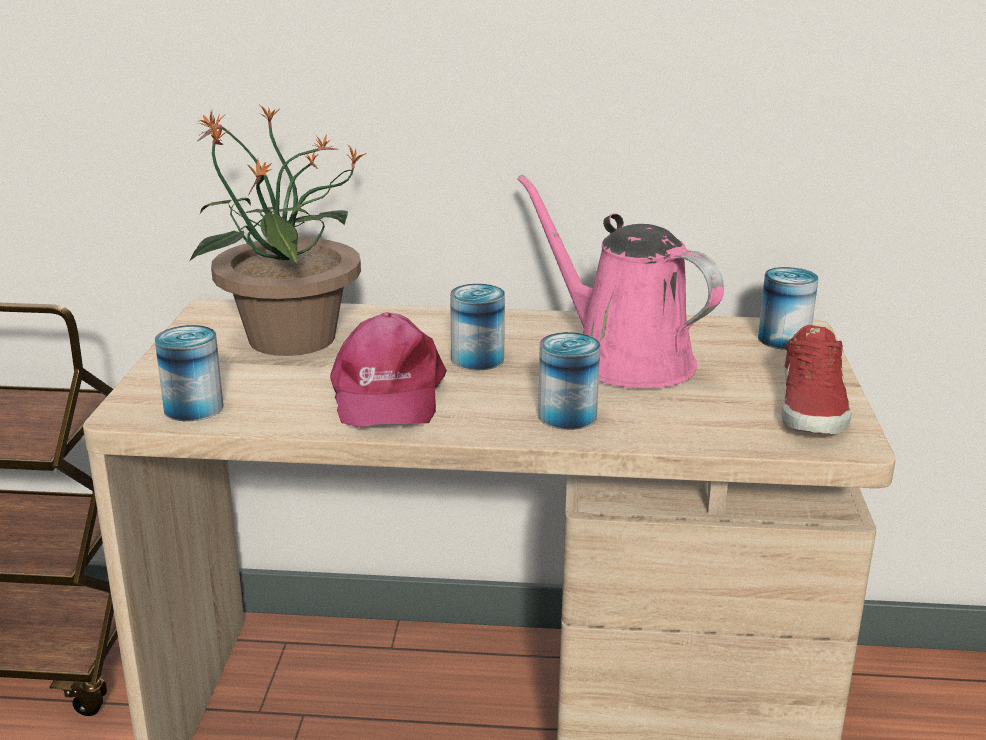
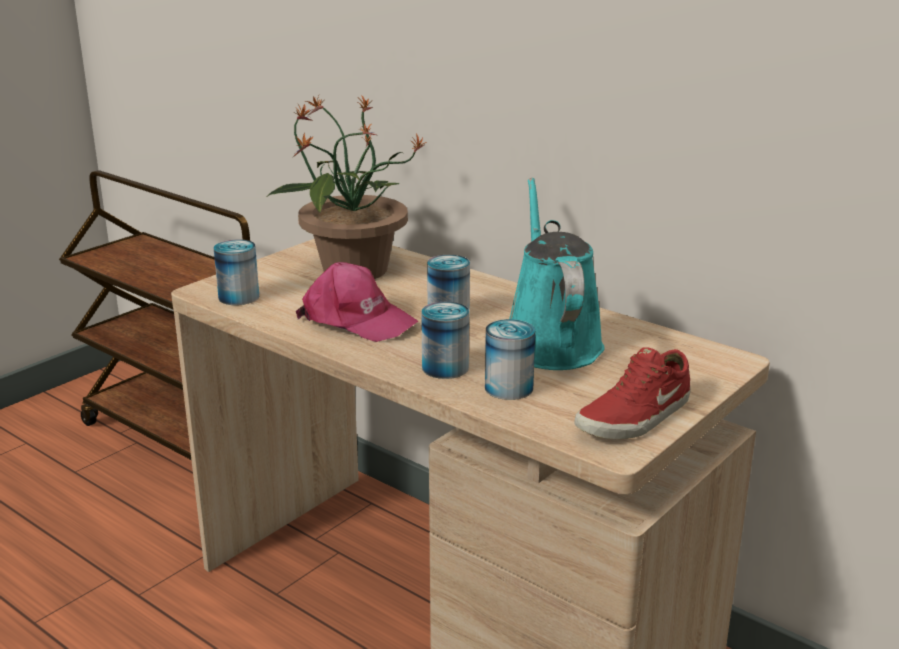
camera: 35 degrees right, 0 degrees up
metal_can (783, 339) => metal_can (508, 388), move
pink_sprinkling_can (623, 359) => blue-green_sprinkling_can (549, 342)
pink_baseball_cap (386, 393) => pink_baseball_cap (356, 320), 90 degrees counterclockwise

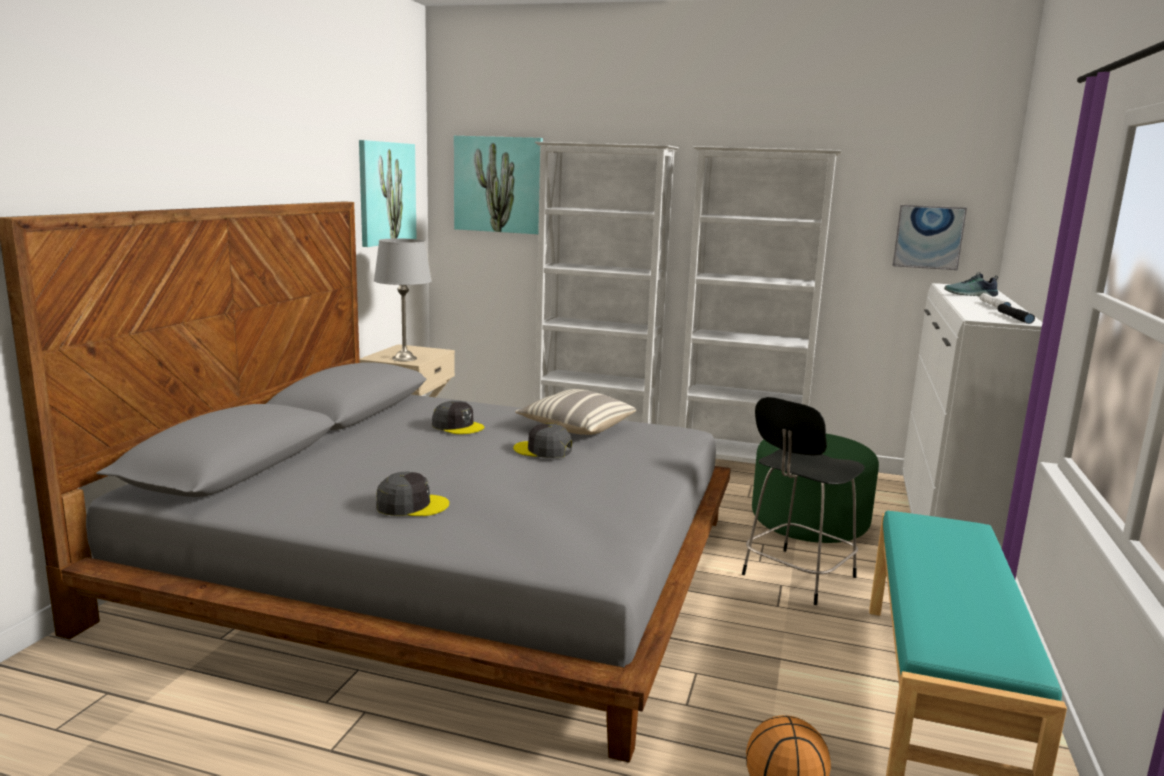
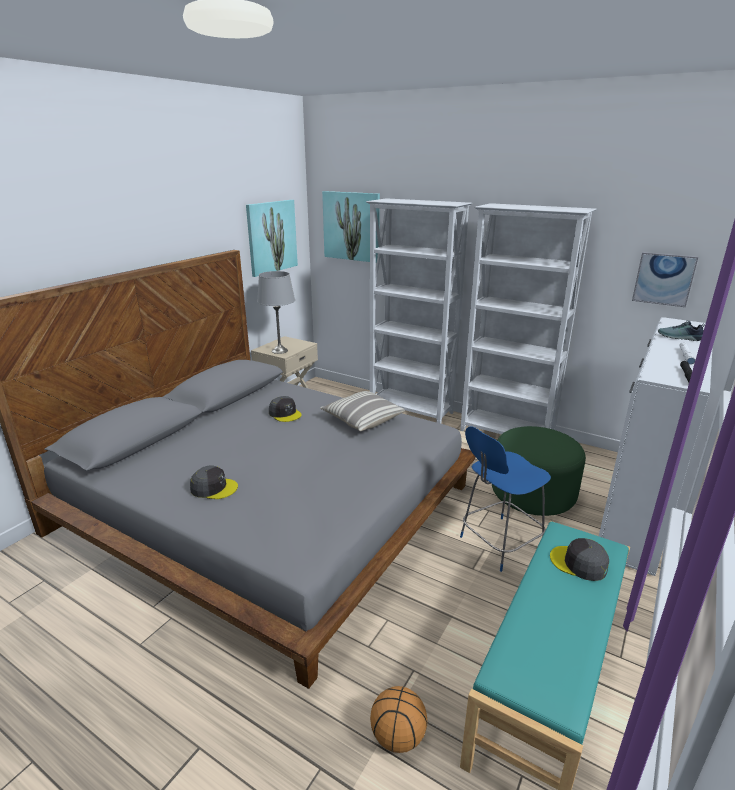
camera: 15 degrees right, 10 degrees up
grey_baseball_cap (543, 450) => grey_baseball_cap (579, 563), move
black-coloured_stool (796, 577) => blue-coloured_stool (498, 544)

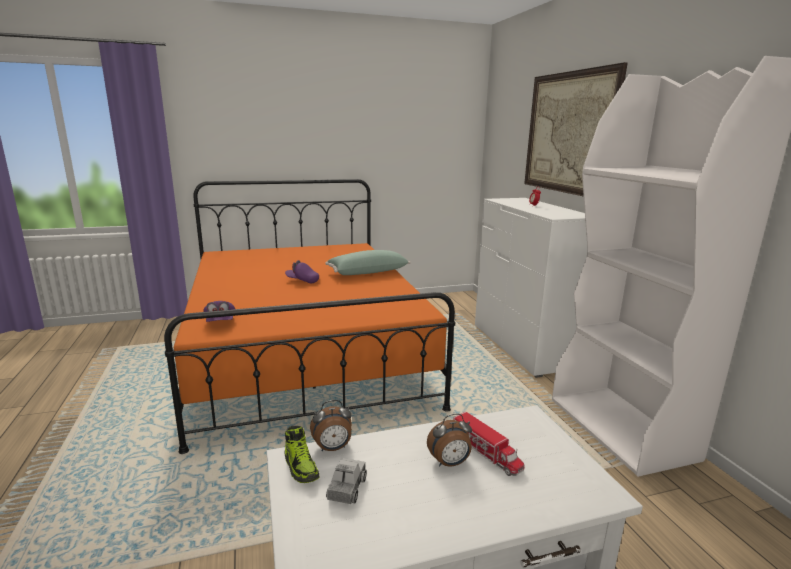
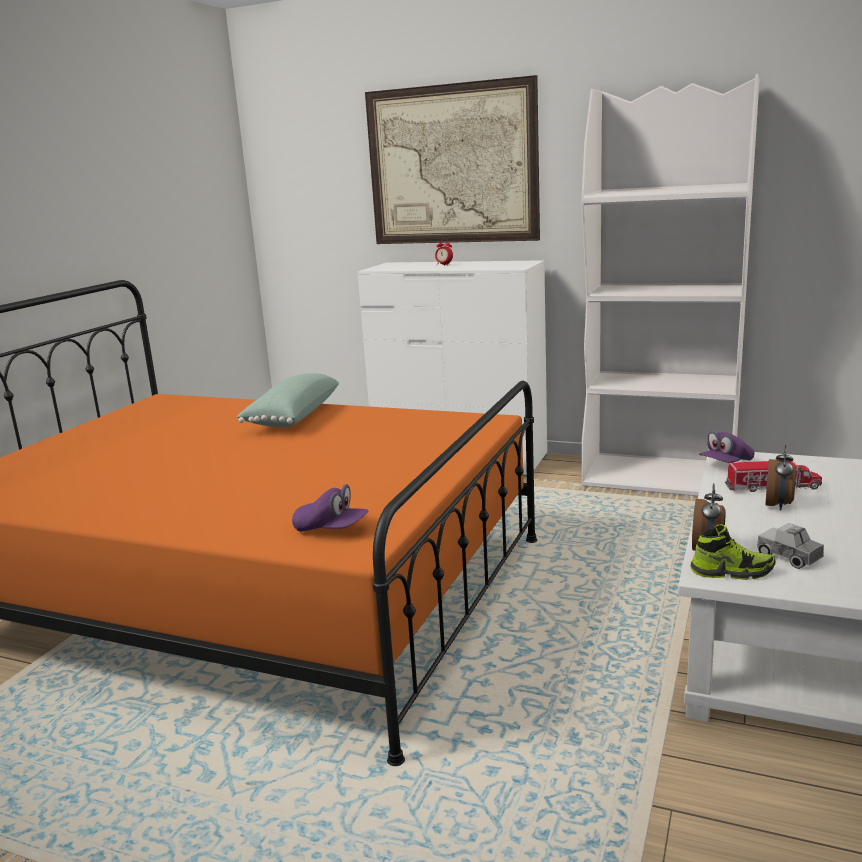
camera: 50 degrees left, 0 degrees up
purplish_baseball_cap (302, 281) => purplish_baseball_cap (726, 464), move

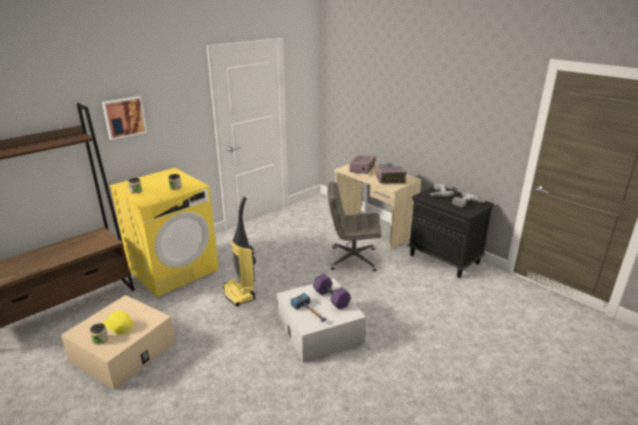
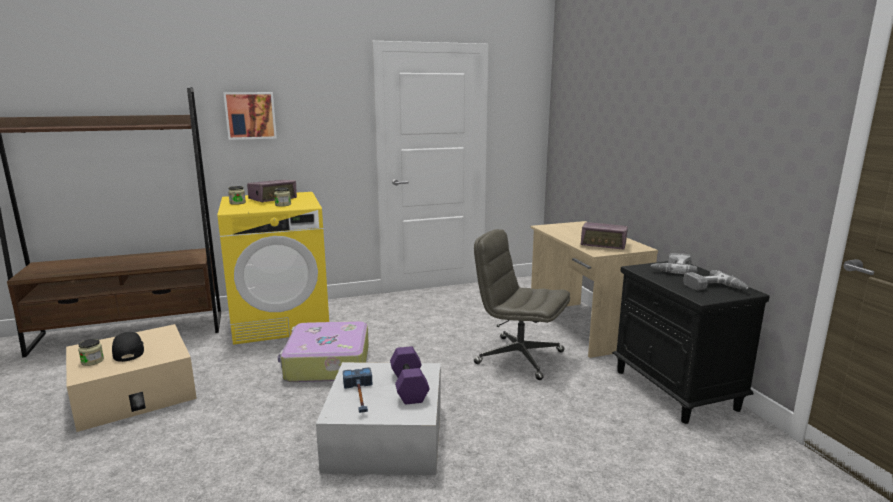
camera: 25 degrees right, 10 degrees down
radio_receiver (362, 170) => radio_receiver (273, 199), move
vacuum_cleaner (240, 293) => piece_of_luggage (327, 364)
yellowish_baseball_cap (118, 325) => black-coloured_baseball_cap (128, 351)

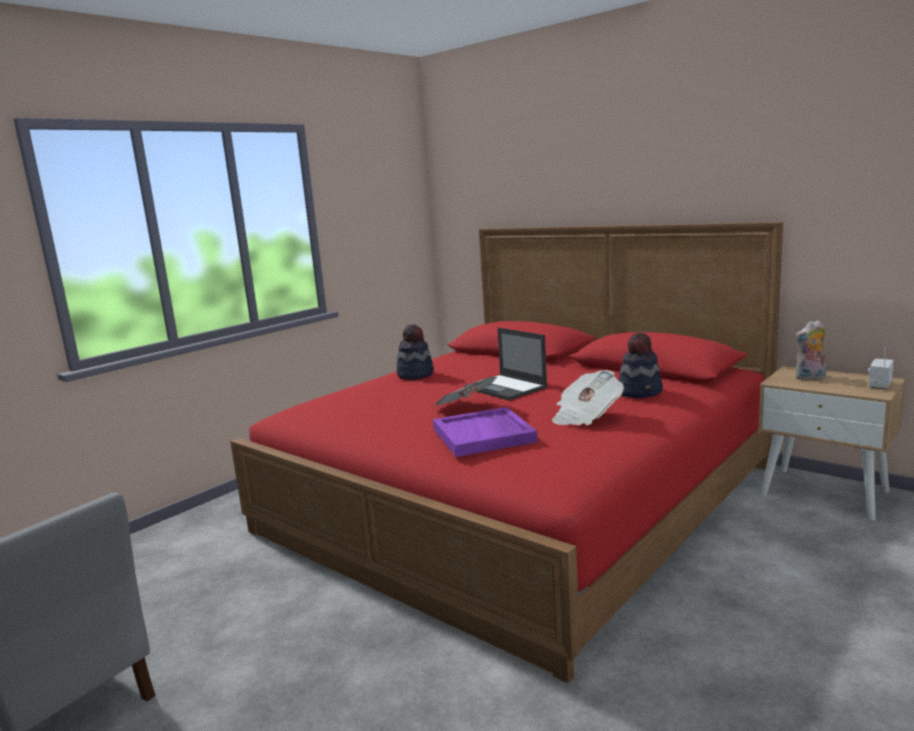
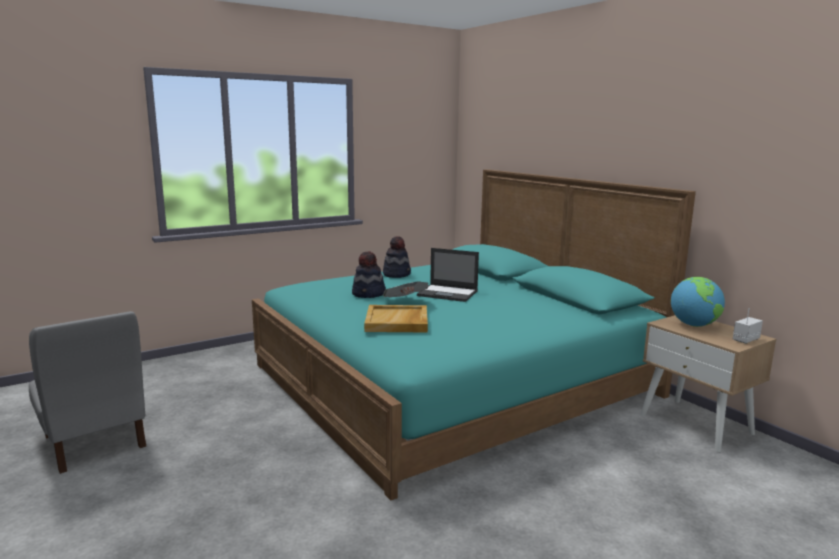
camera: 15 degrees right, 0 degrees up
printed_paper (585, 417) => nothing
wearable_hat (640, 392) => wearable_hat (369, 294), move
cuddly_toy (810, 378) => desk_globe (694, 325)
red_sleeping_bed (519, 497) => blue-green_sleeping_bed (452, 379)
purplish_serving_tray (484, 435) => beige_serving_tray (397, 322)
notebook_computer (506, 388) => notebook_computer (448, 293), 45 degrees counterclockwise

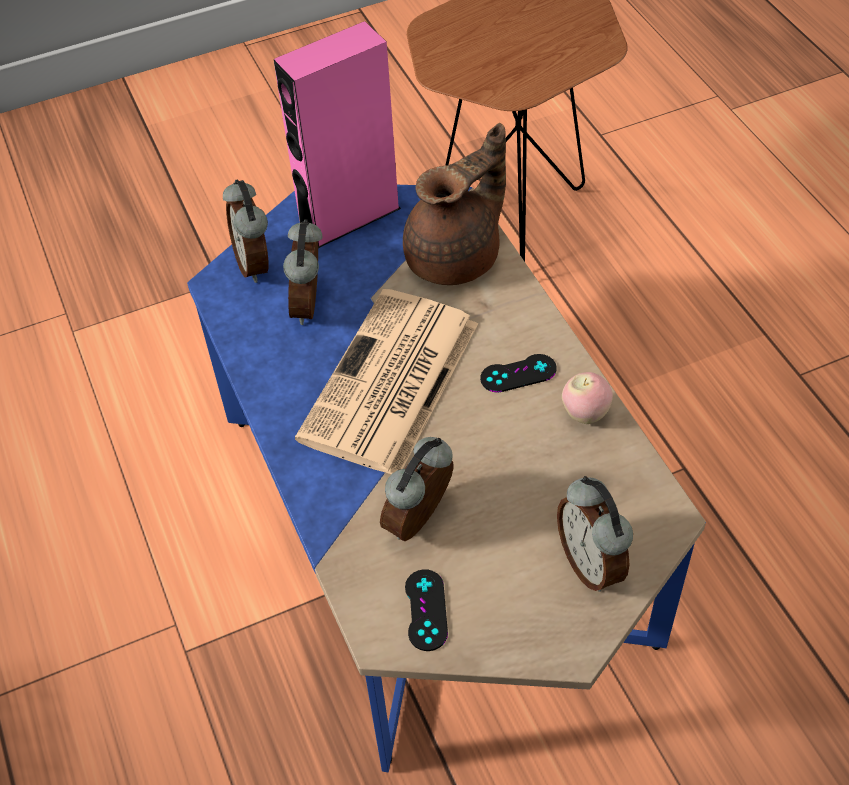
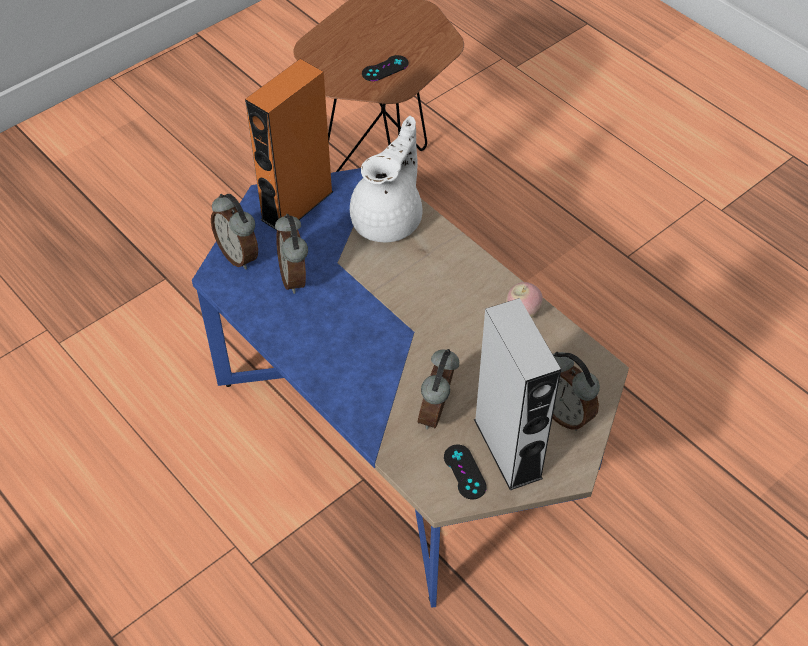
camera: 20 degrees left, 0 degrees up
printed_paper (390, 384) => nothing
nothing => grey_audio_speaker (507, 448)
black-coloured_gamepad (518, 373) => black-coloured_gamepad (385, 68), move
pink_audio_speaker (349, 217) => orange-coloured_audio_speaker (297, 205)
brownish_pot_for_tea (457, 257) => white-coloured_pot_for_tea (389, 219)

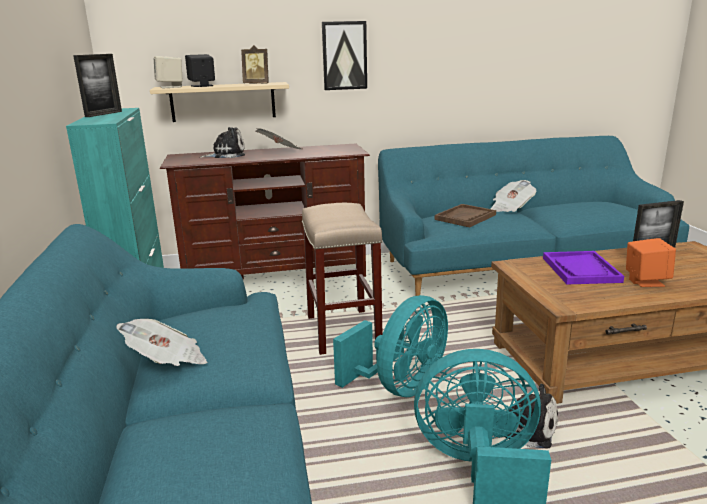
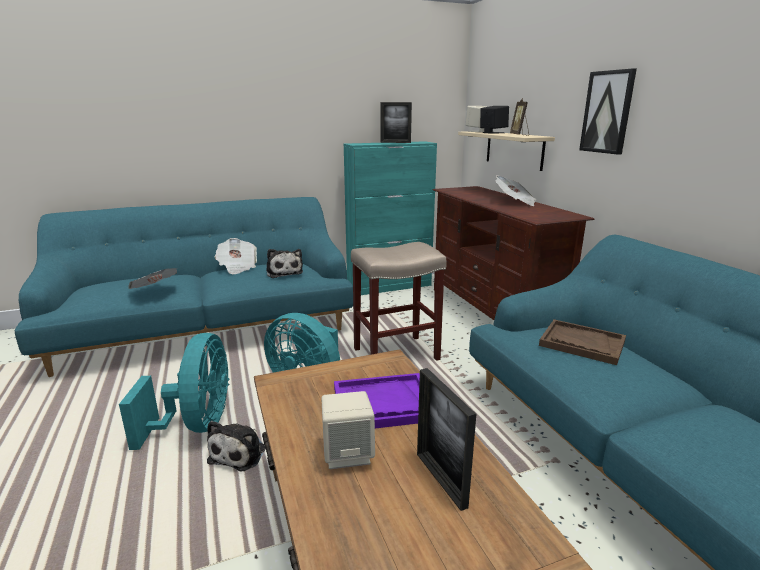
camera: 80 degrees right, 0 degrees up
cuddly_toy (226, 155) => cuddly_toy (284, 272), move
printed_paper (510, 208) => printed_paper (155, 291), move
orange-coloured_audio_speaker (645, 281) => beige_audio_speaker (348, 454)

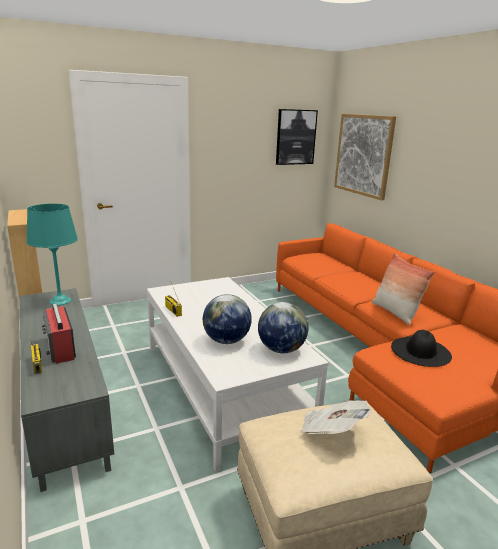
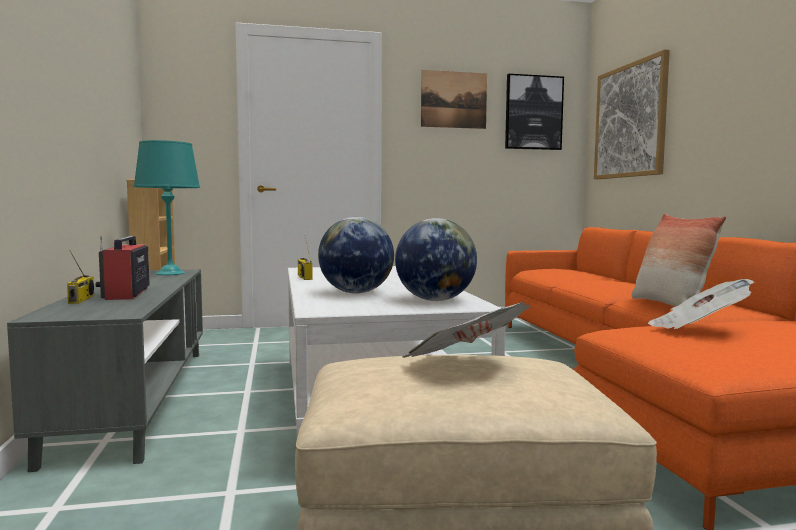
camera: 15 degrees right, 15 degrees down
nothing => wall_picture (453, 100)
black-coloured_wearable_hat (420, 351) => printed_paper (697, 328)

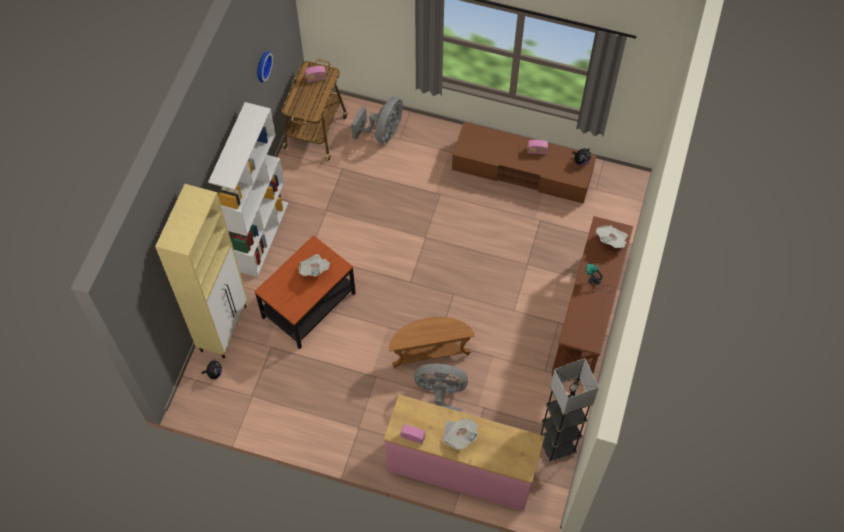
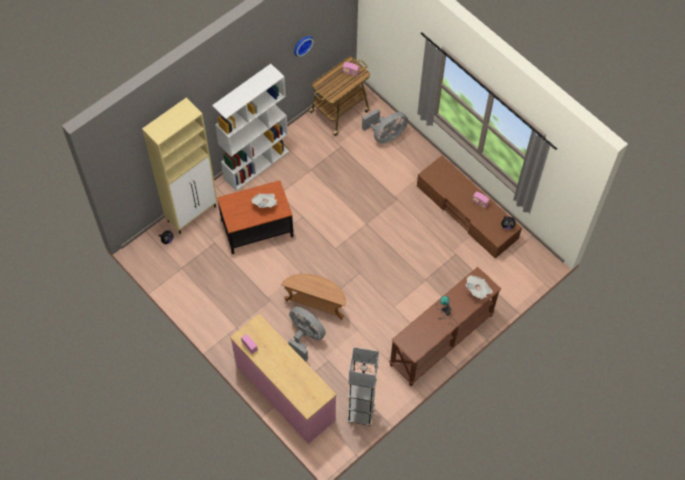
camera: 30 degrees right, 0 degrees up
printed_paper (459, 436) => nothing

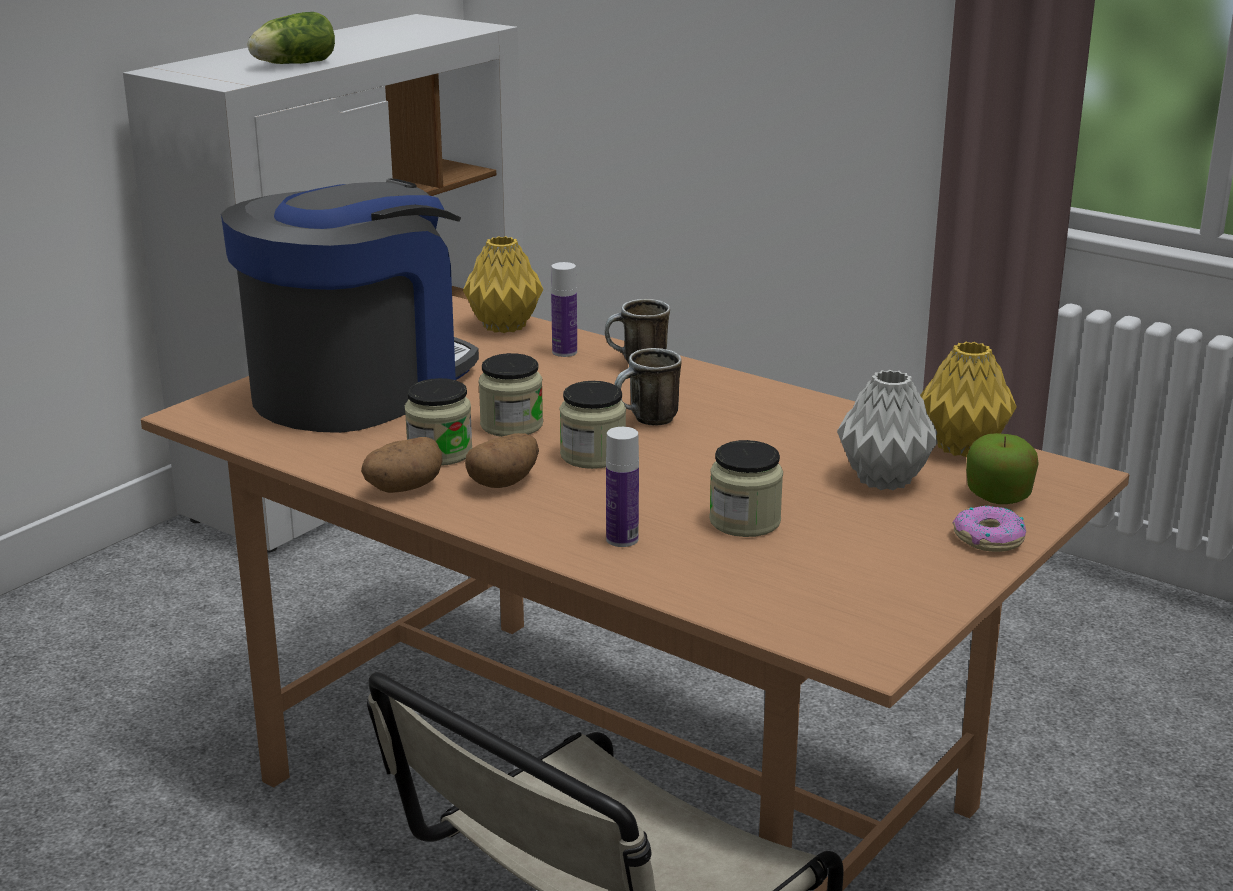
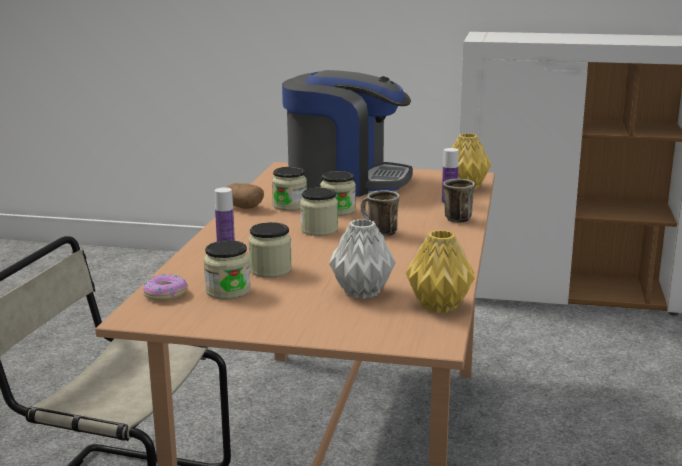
camera: 65 degrees right, 5 degrees down
lettuce_head (291, 64) => nothing
potato (504, 482) => nothing
apple_fruit (998, 497) => nothing
nothing => storage_jar (228, 291)
ring_doughnut (988, 539) => ring_doughnut (165, 294), move

